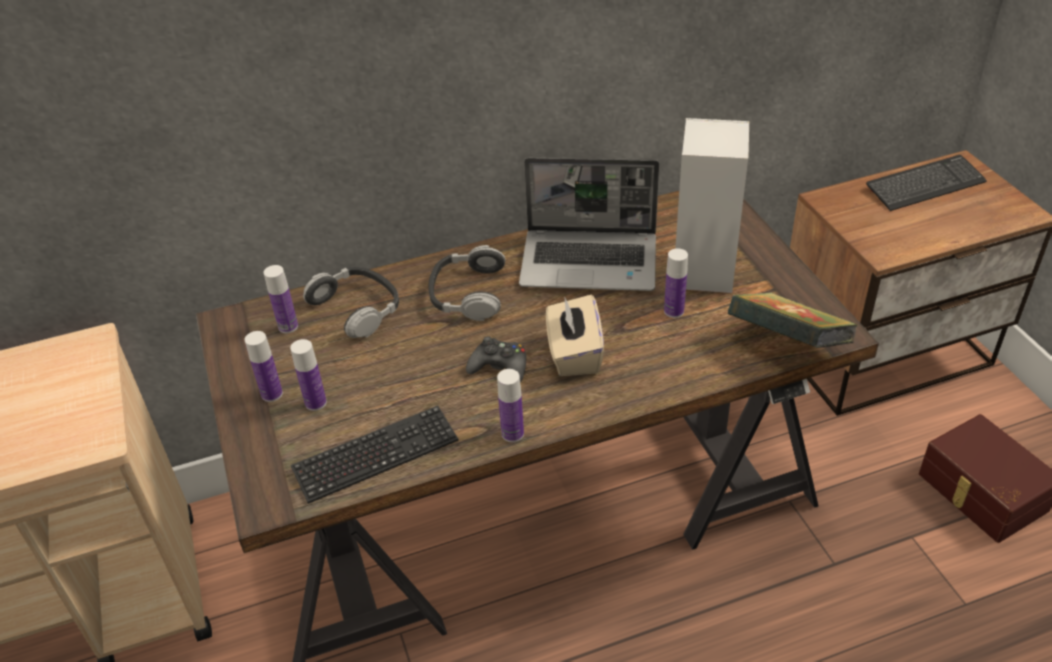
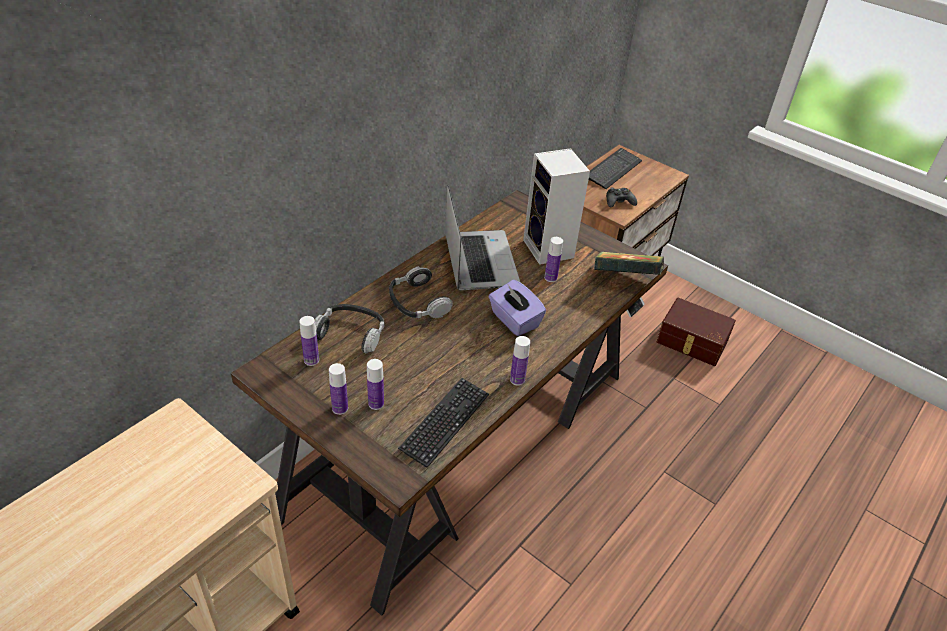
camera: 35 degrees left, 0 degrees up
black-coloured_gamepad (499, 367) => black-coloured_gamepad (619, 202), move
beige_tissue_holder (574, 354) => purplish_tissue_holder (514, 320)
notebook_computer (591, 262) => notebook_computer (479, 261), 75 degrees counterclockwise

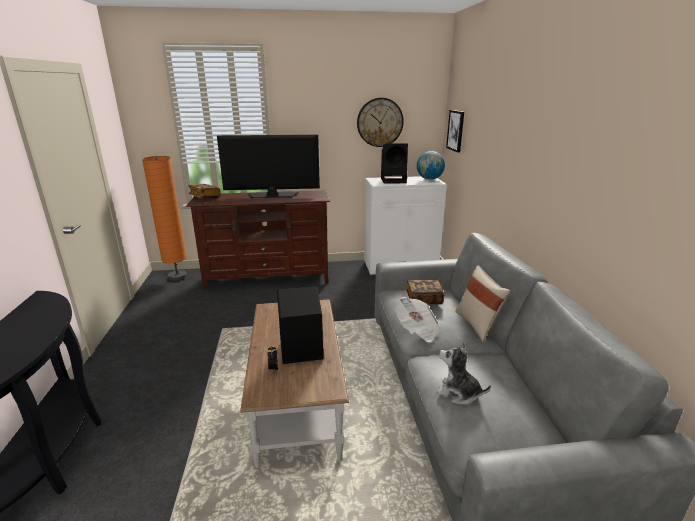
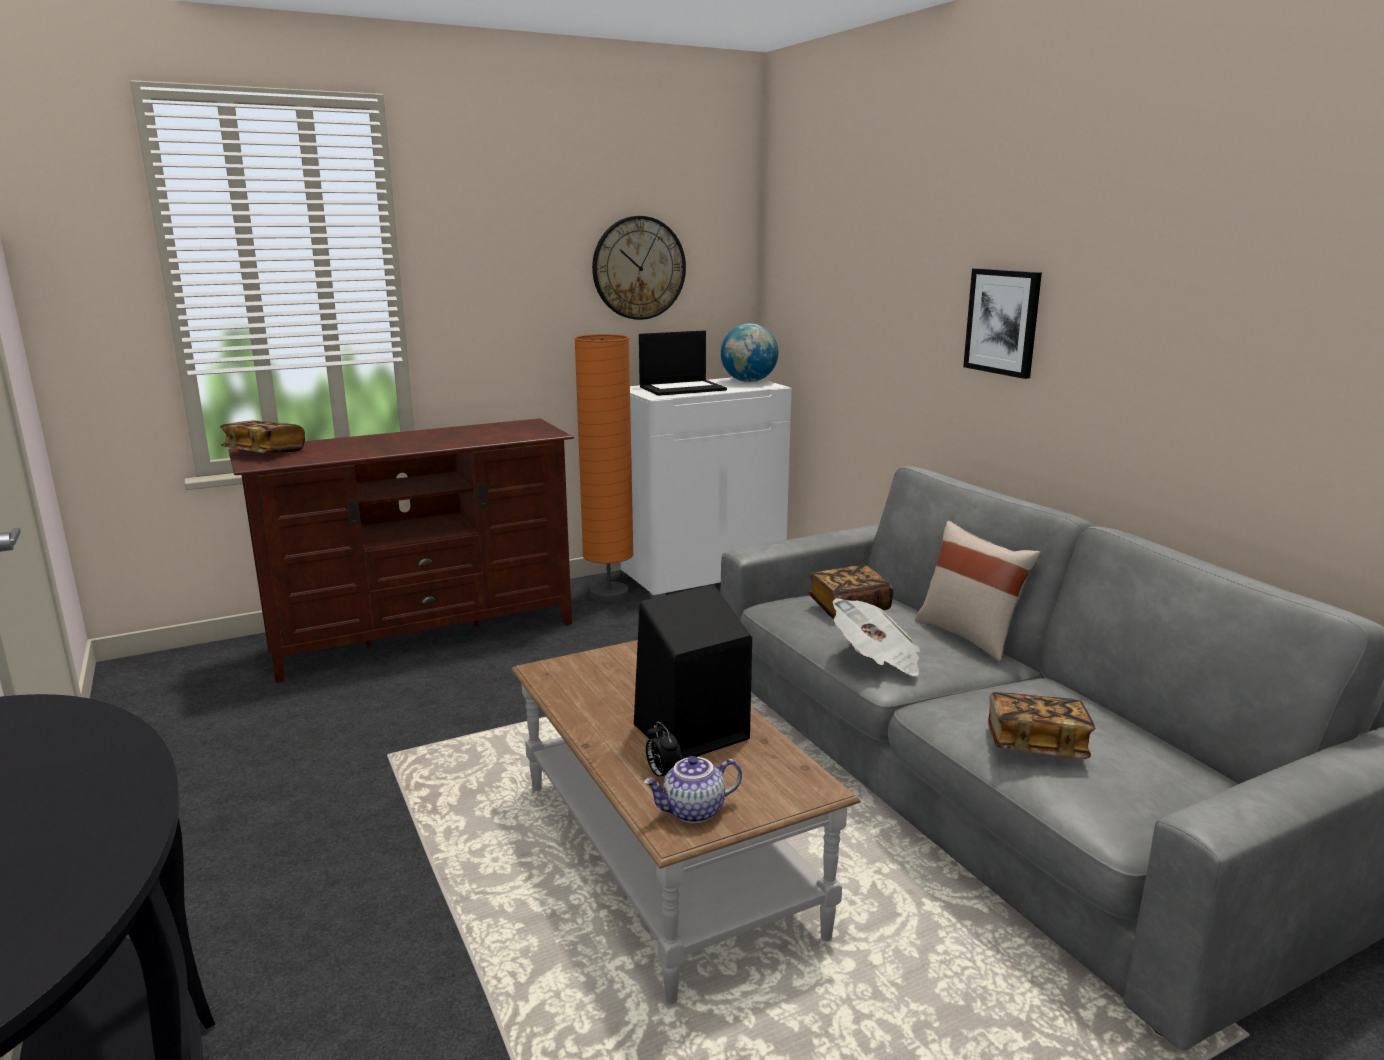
camera: 20 degrees left, 5 degrees down
TV (272, 195) => nothing
nothing => pot_for_tea (693, 812)
orange-coloured_floor_lamp (177, 276) => orange-coloured_floor_lamp (609, 595), move
wall_picture (456, 130) => wall_picture (1003, 322), move
black-coloured_audio_speaker (394, 180) => notebook_computer (683, 388)
cuddly_toy (458, 393) => volume (1036, 745)

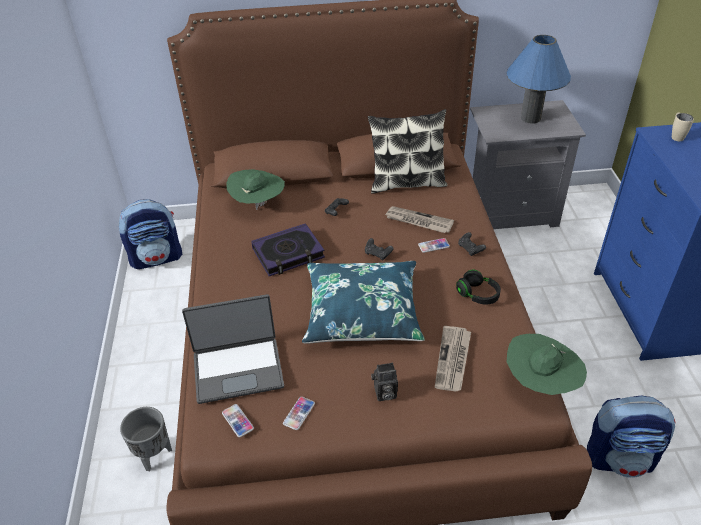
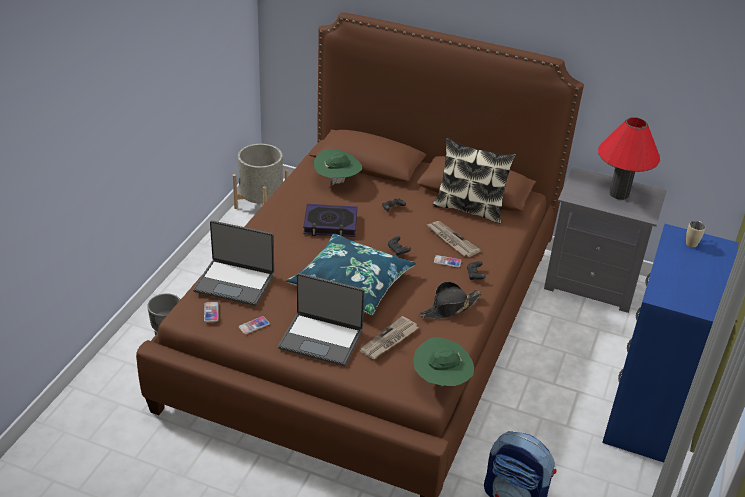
camera: 25 degrees right, 5 degrees down
rucksack (157, 258) => grey_flower_pot (261, 205)
photo_camera (384, 394) => notebook_computer (321, 339)
black-coloured_pair_of_headphones (478, 295) => black-coloured_wearable_hat (449, 308)
blue-coloured_lamp_for_a_table (530, 118) => red_lamp_for_a_table (619, 194)

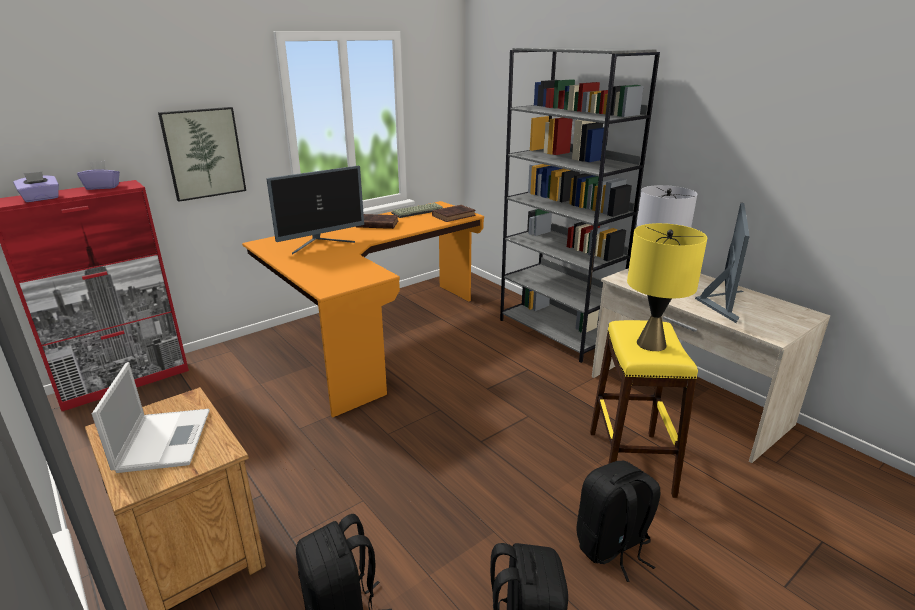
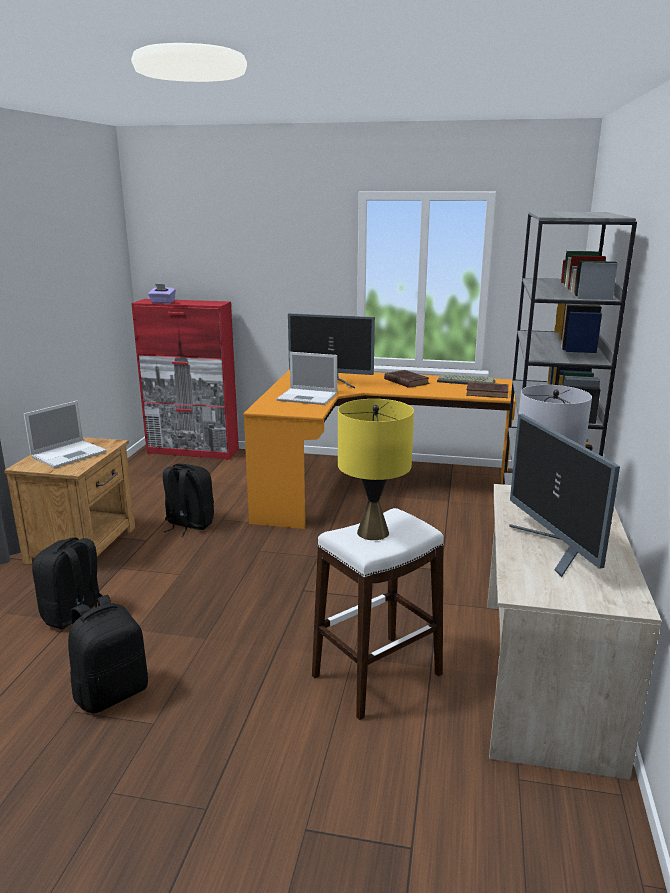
camera: 50 degrees right, 5 degrees down
purplish_tissue_holder (103, 187) => nothing
wall_picture (204, 153) => nothing
nothing => notebook_computer (308, 397)
black-coloured_rucksack (612, 547) => black-coloured_rucksack (188, 524), move
yellowish_stool (629, 462) => white-coloured_stool (377, 675)
monitor (720, 303) => monitor (554, 549), 90 degrees clockwise

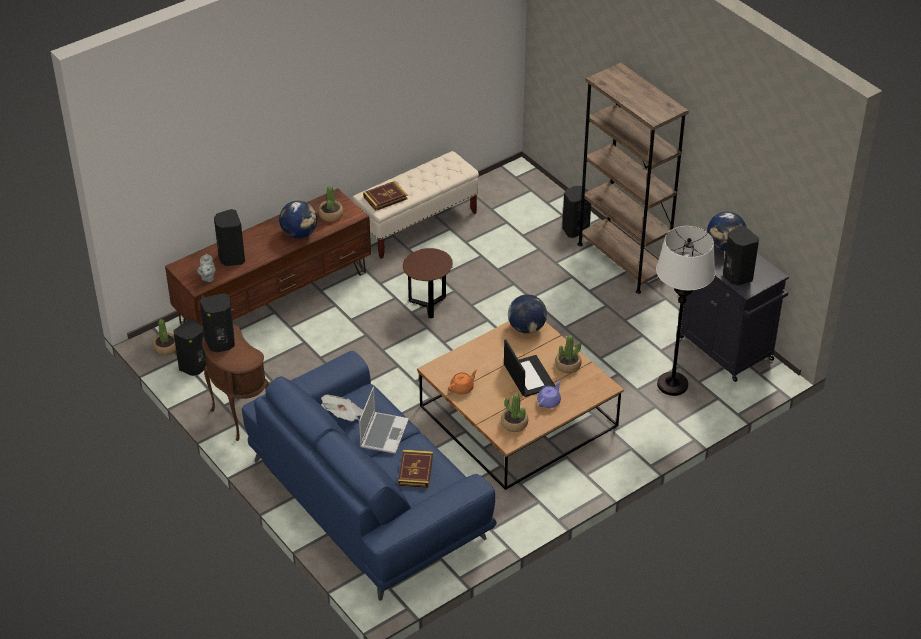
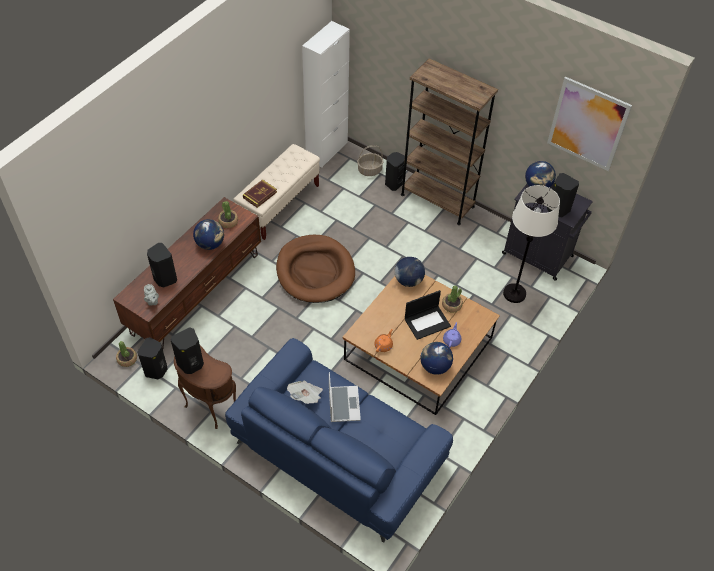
camera: 20 degrees left, 10 degrees up
volume (415, 471) => nothing
nothing => white-coloured_cabinet (327, 150)
nothing => basket (370, 170)
nothing => wall_picture (588, 124)
brownish_side_table (428, 305) => brownish_dog_cushion (315, 271)
houseplant (514, 423) => desk_globe (435, 366)
notebook_computer (528, 376) => notebook_computer (427, 322), 105 degrees clockwise

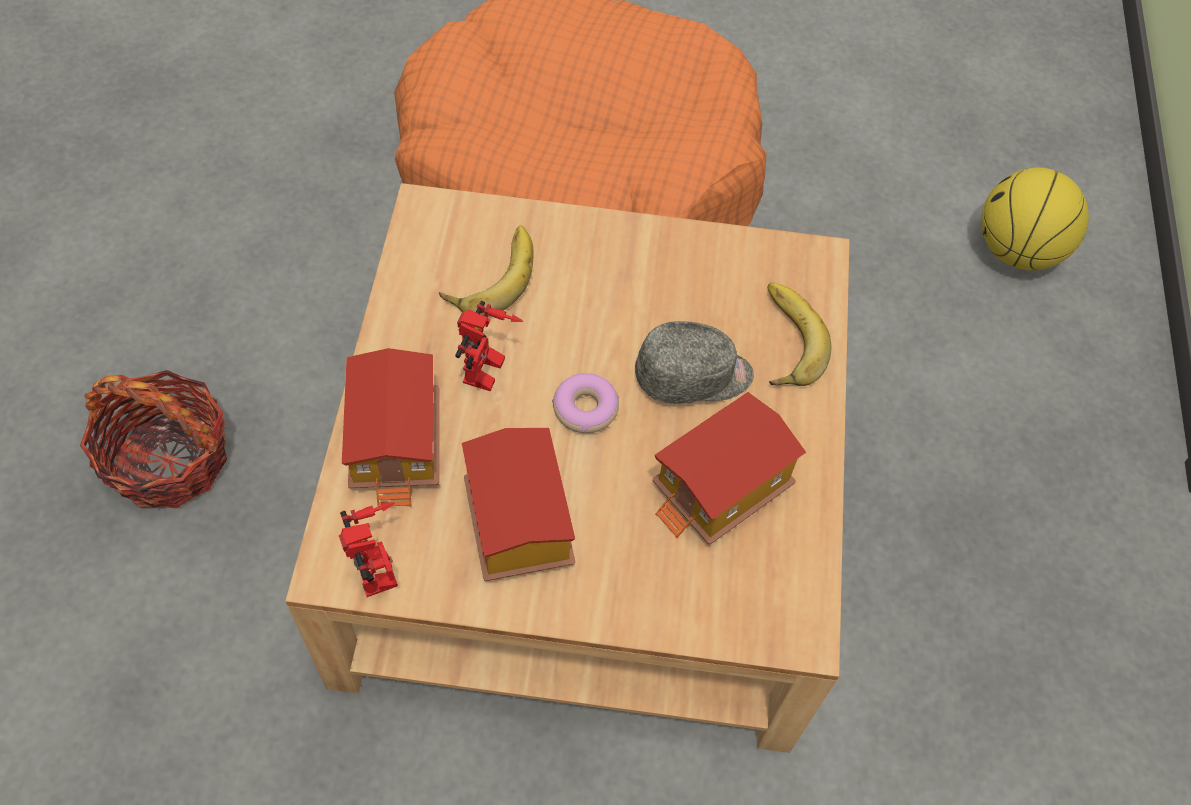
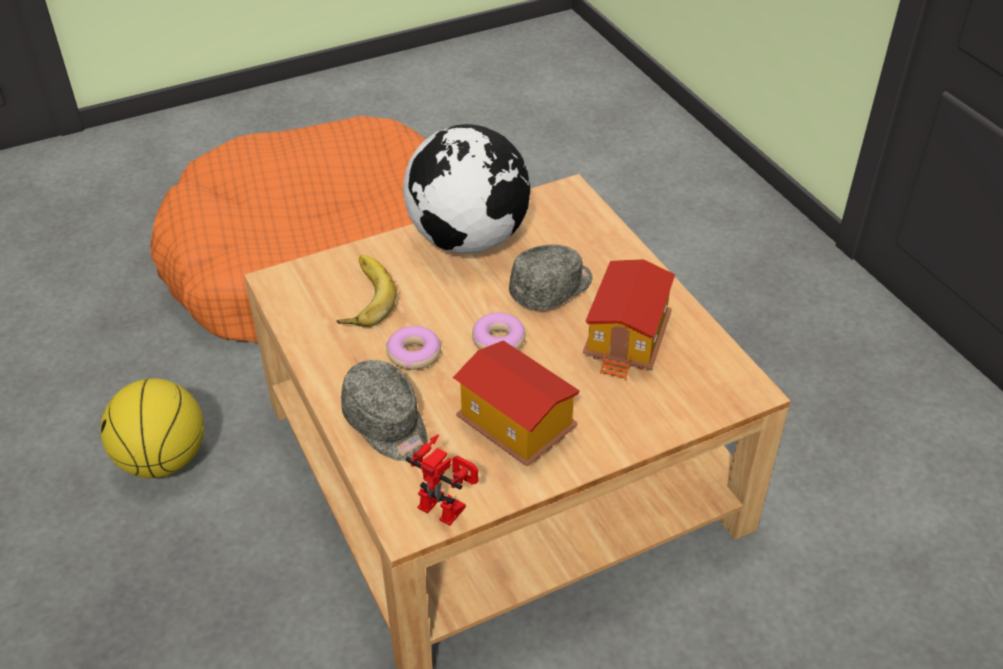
camera: 30 degrees left, 15 degrees down
basket (169, 459) => nothing
banana_fruit (782, 340) => nothing
nothing => desk_globe (468, 239)
ball_for_basketball (1016, 251) => ball_for_basketball (162, 460), move
toy_house (398, 444) => grey_baseball_cap (387, 425)
toy_robot (488, 375) => ring_doughnut (414, 354)

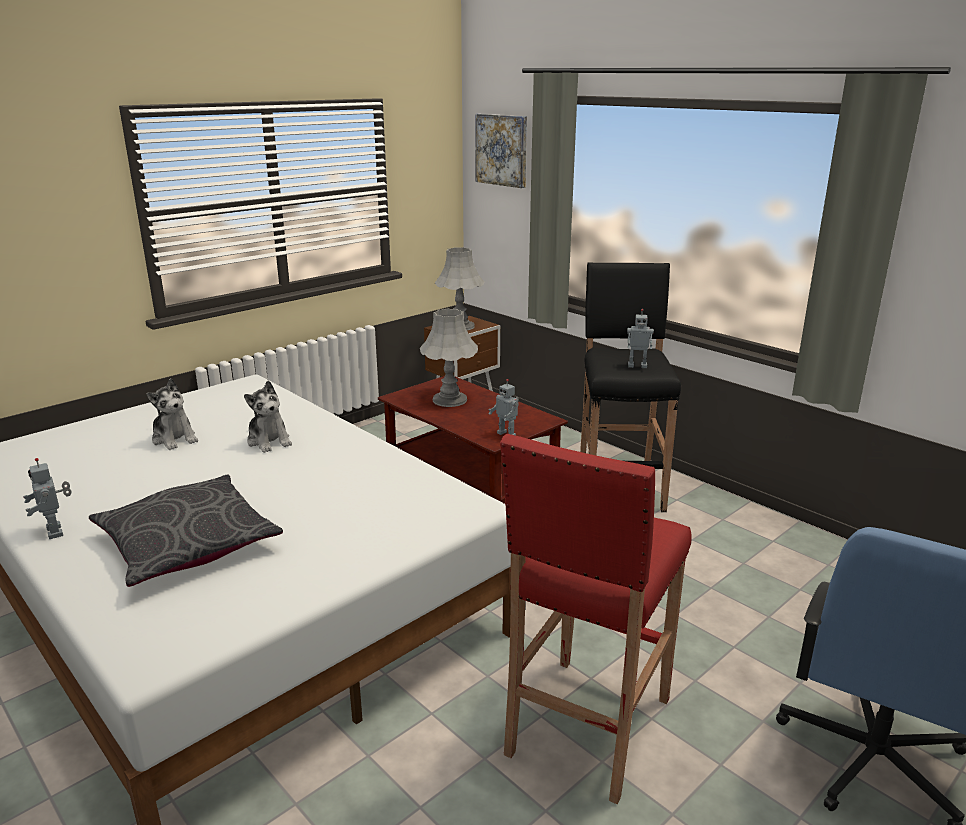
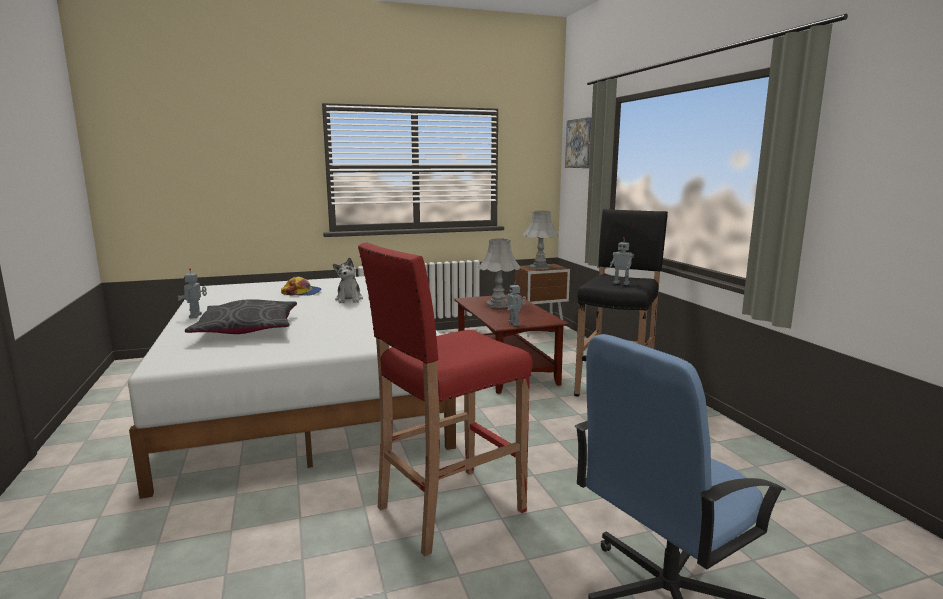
camera: 25 degrees right, 10 degrees down
cuddly_toy (175, 439) => baseball_cap (302, 293)

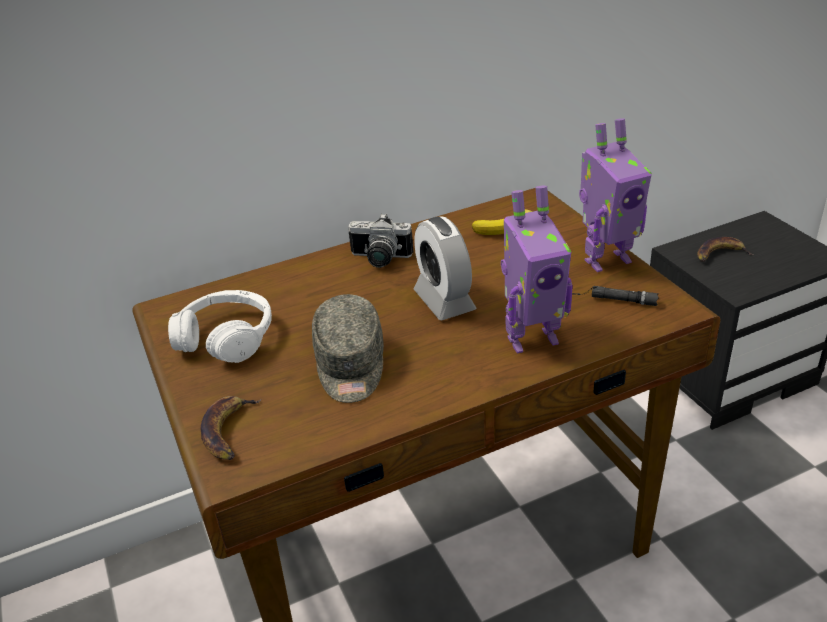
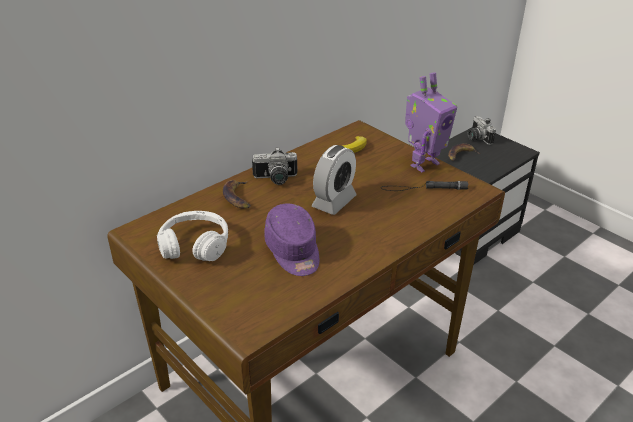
camera: 20 degrees left, 0 degrees up
toy_robot (531, 338) => nothing
nothing => photo_camera (477, 138)
banana_fruit (229, 431) => banana_fruit (238, 197), move
grey_baseball_cap (350, 365) => purplish_baseball_cap (293, 252)
alarm_clock (444, 301) => alarm_clock (334, 201), 105 degrees counterclockwise

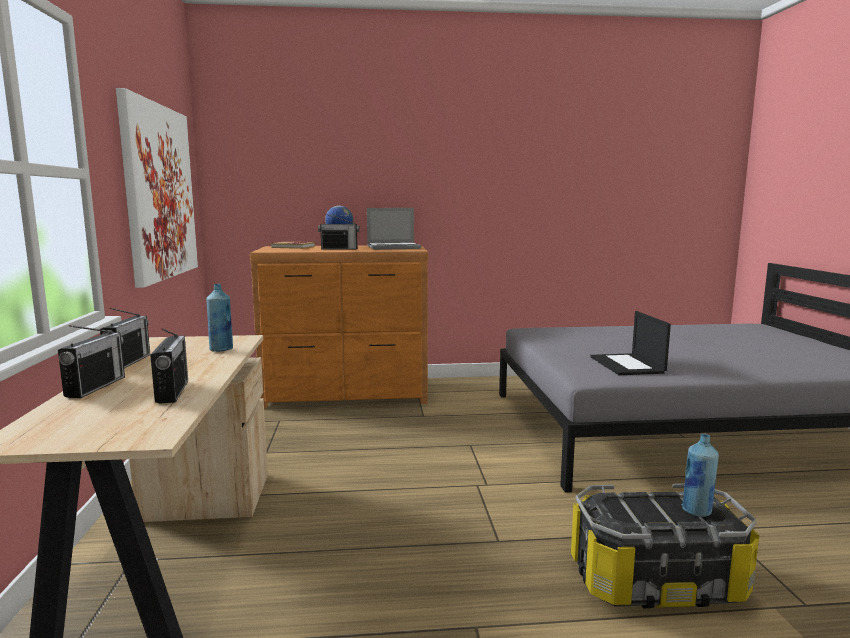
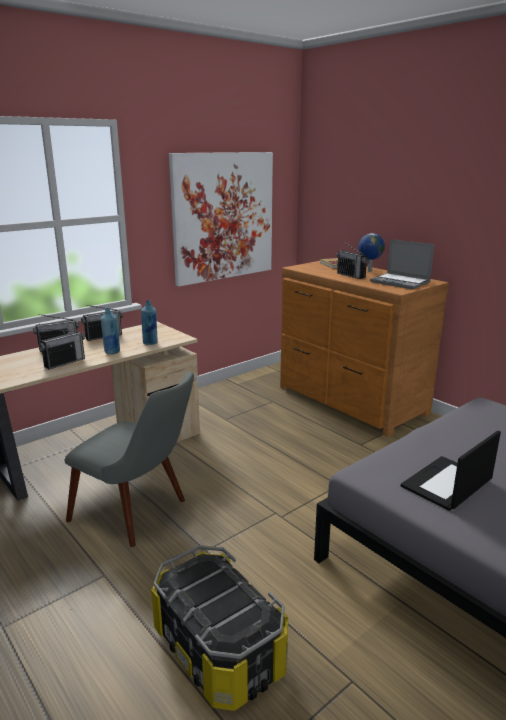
camera: 55 degrees right, 10 degrees up
nothing => grey_upright_chair (140, 513)
blue-coloured_bottle (697, 511) => blue-coloured_bottle (112, 352), move

